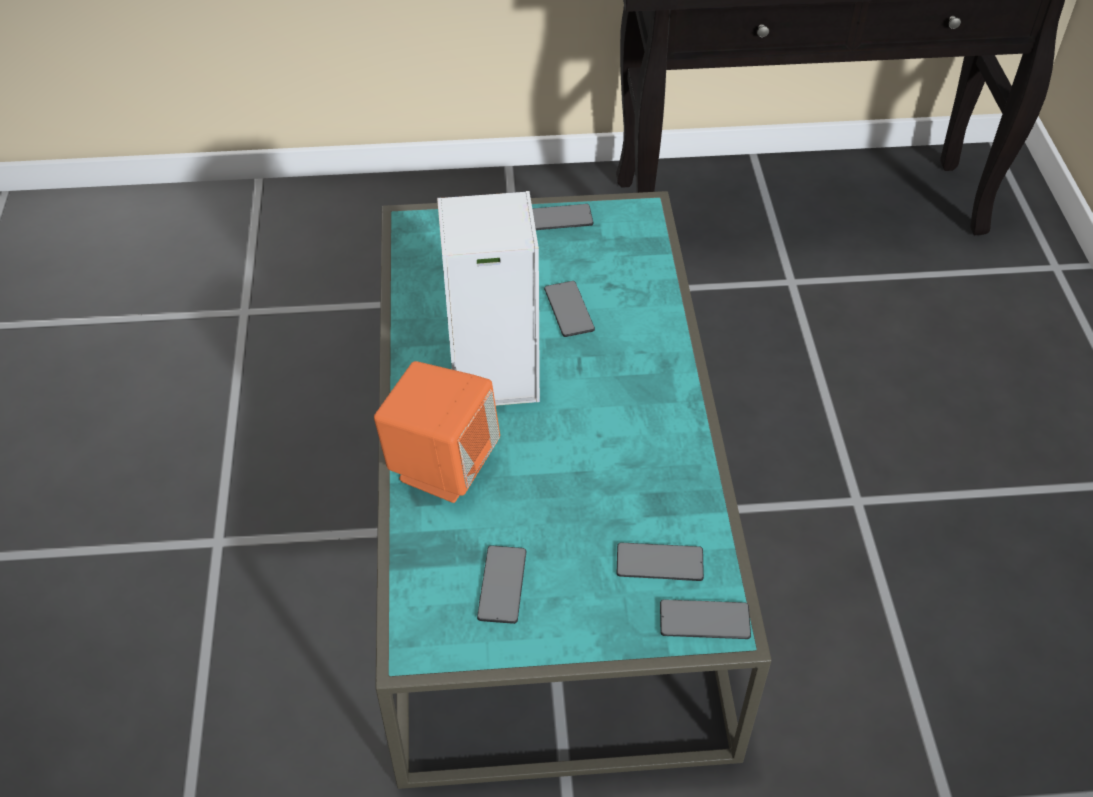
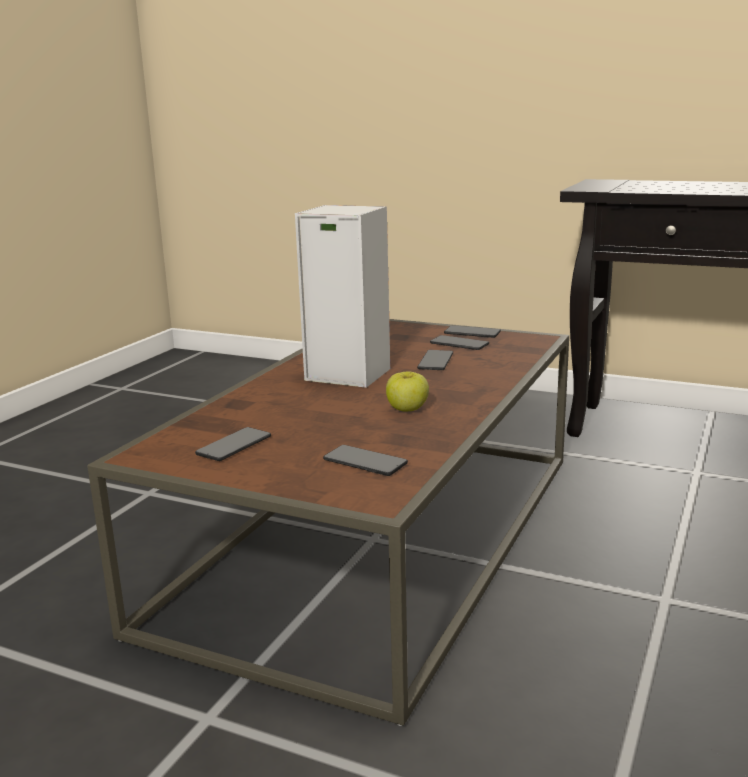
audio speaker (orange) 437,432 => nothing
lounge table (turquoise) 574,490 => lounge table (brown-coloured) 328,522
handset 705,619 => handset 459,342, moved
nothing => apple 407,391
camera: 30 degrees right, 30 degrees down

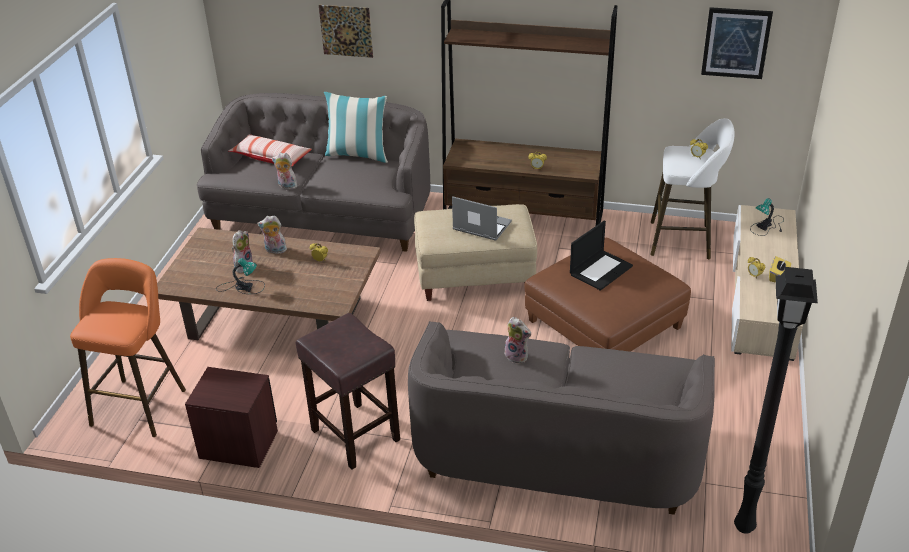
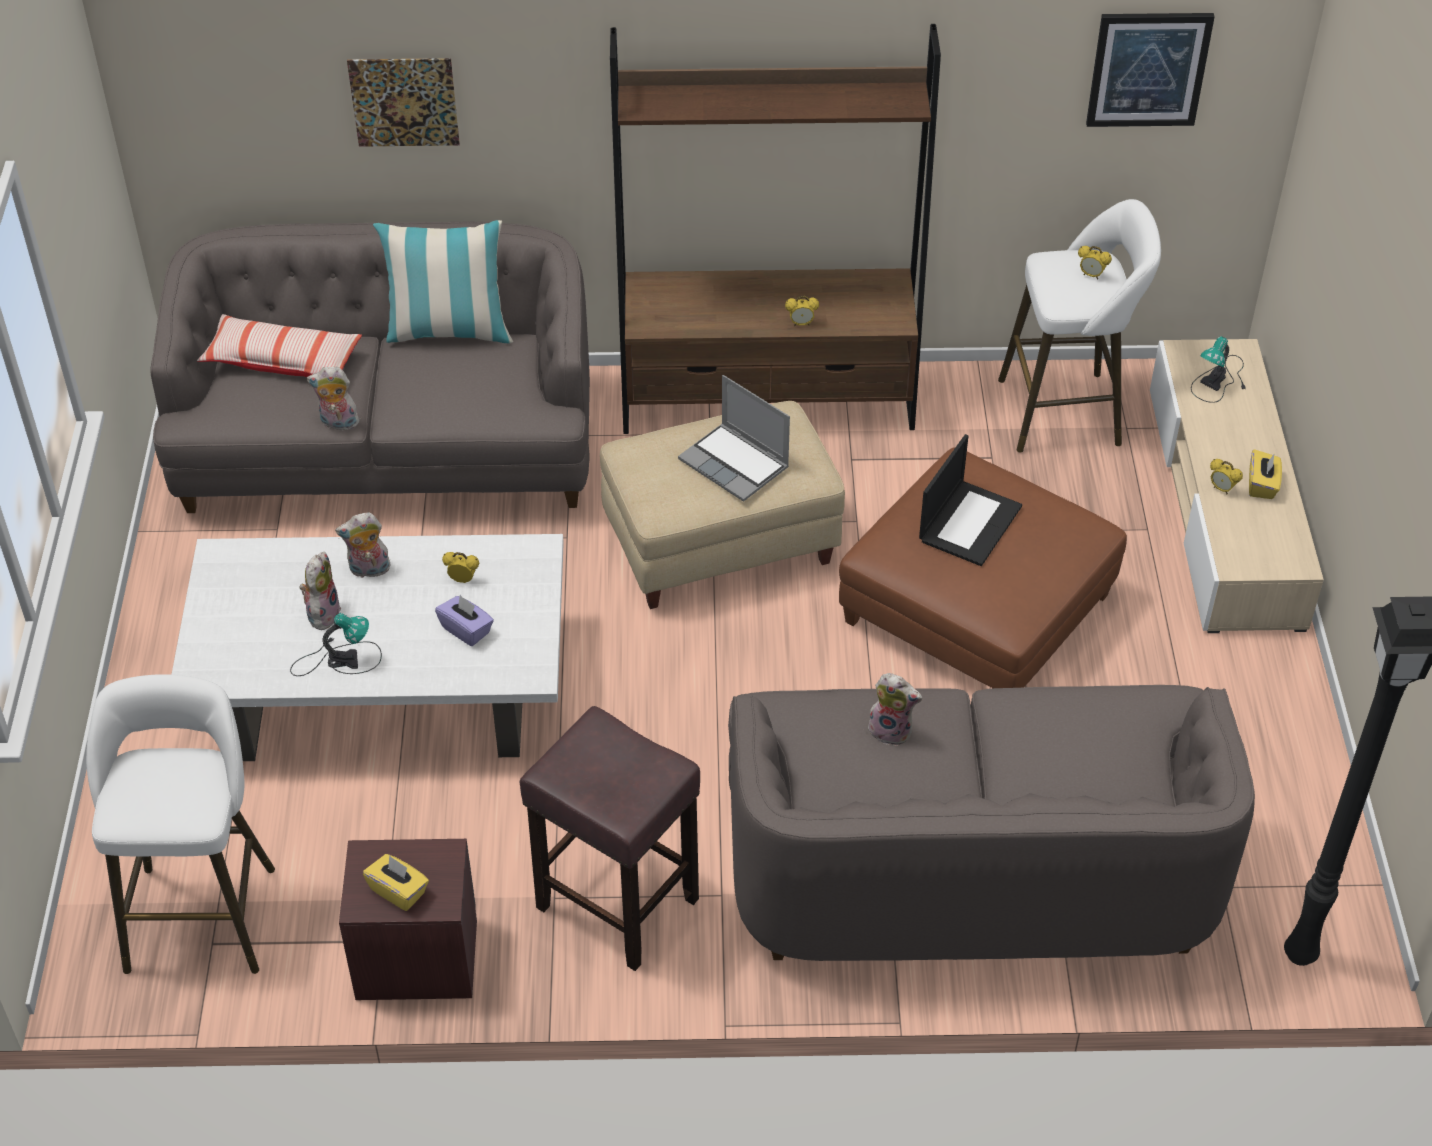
stool (orange) 128,347 => stool (white) 180,824
lounge table (brown-coloured) 269,283 => lounge table (white) 367,647
portable computer 482,218 => portable computer 734,438, 150 degrees counterclockwise
nothing => tissue box (yellow-coloured) 396,882
nothing => tissue box (purple) 464,620
camera: 15 degrees left, 10 degrees up

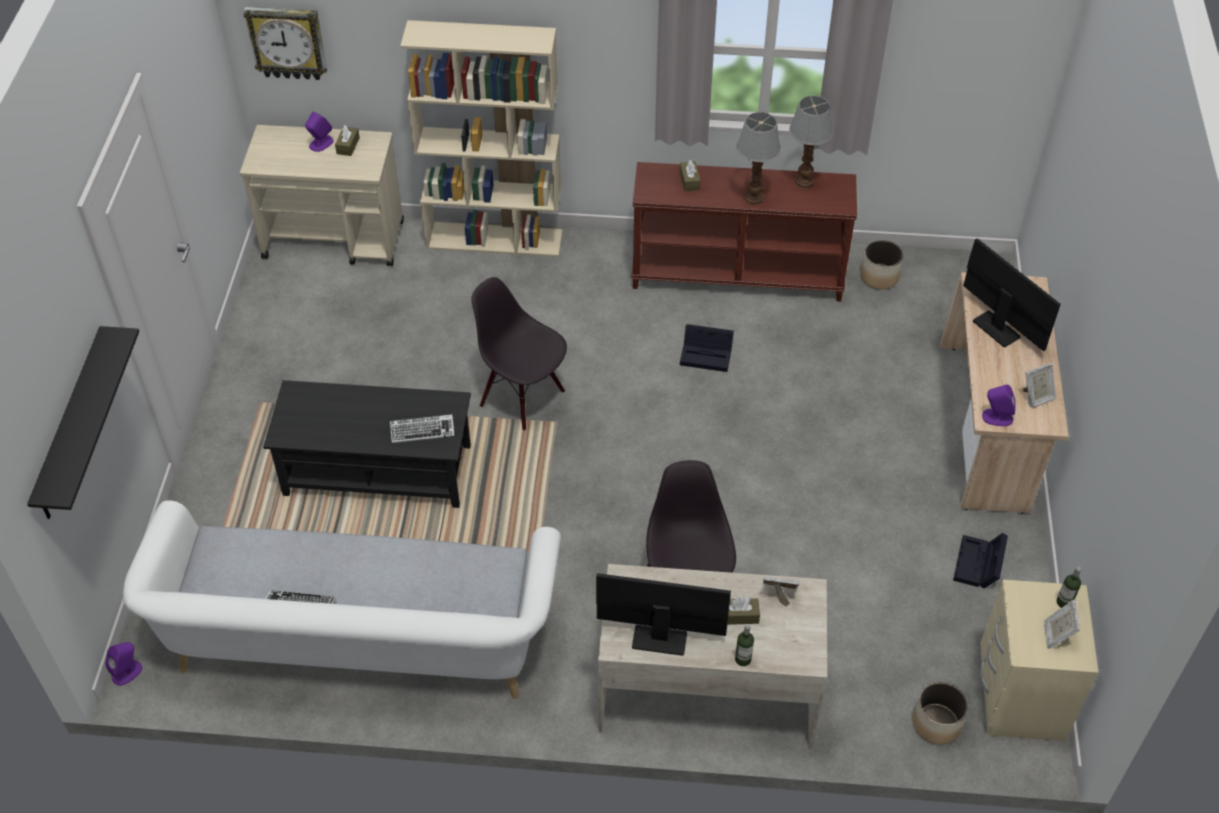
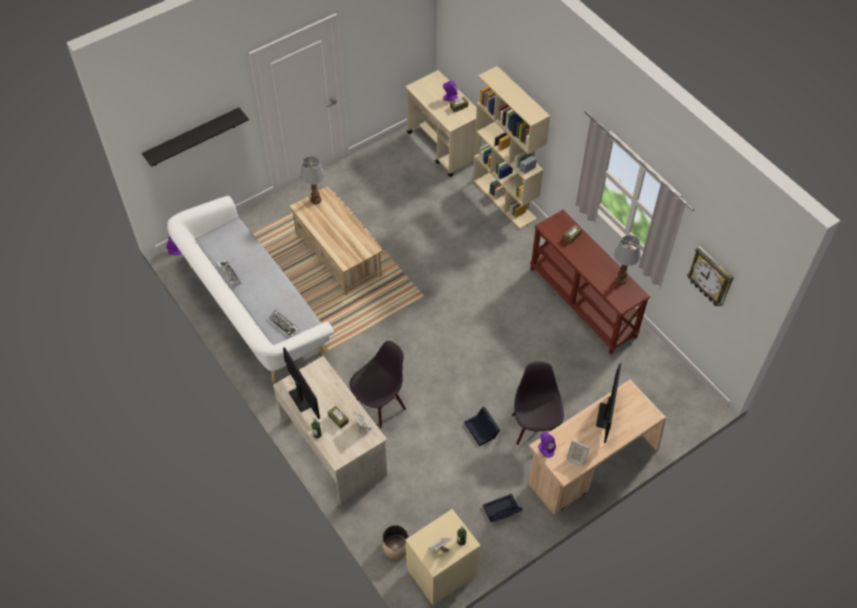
wall clock 285,43 => wall clock 710,276, moved
lounge table (blackish) 367,444 => lounge table (beige-coloured) 336,240
keyboard 422,428 => keyboard 283,324, moved
plain chair (blackish) 519,353 => plain chair (blackish) 538,403, moved
storage bin (blackish) 707,348 => storage bin (blackish) 482,426, moved
tabletop lamp 759,158 => tabletop lamp 312,180, moved
planter 881,265 => nothing
camera: 50 degrees right, 5 degrees up

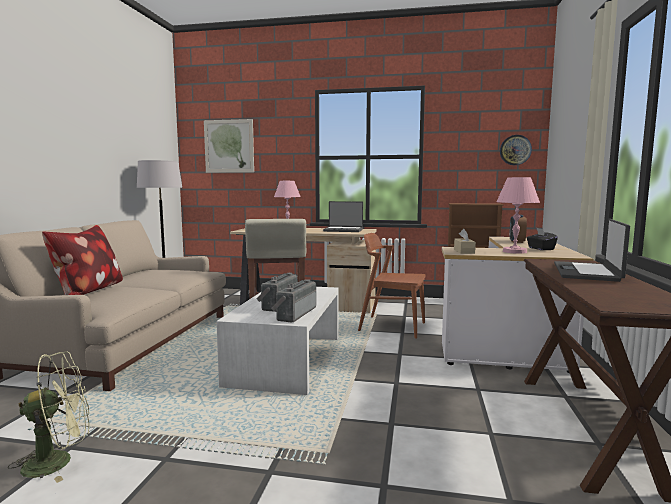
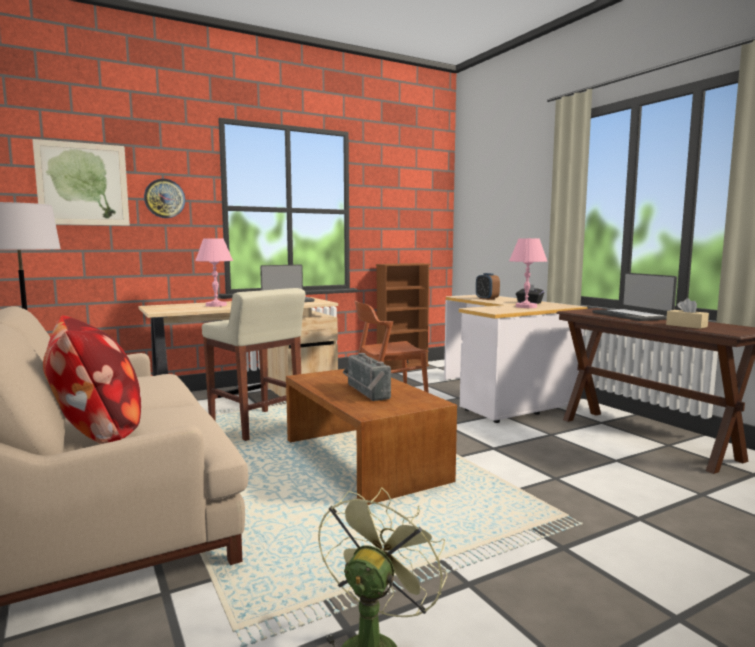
lounge table (white) 277,341 => lounge table (brown-coloured) 371,437
radio set 293,300 => nothing
tissue box (beige-coloured) 465,241 => tissue box (beige-coloured) 687,313, moved
wall clock 516,150 => wall clock 164,198, moved
camera: 40 degrees left, 0 degrees up

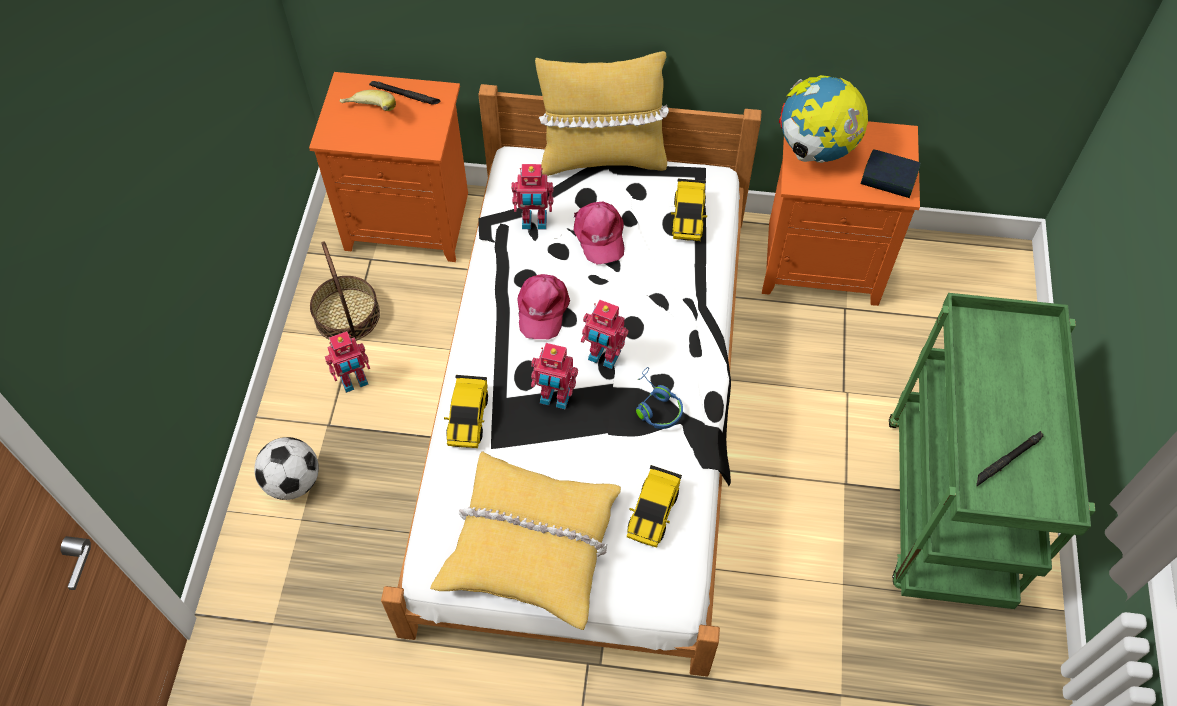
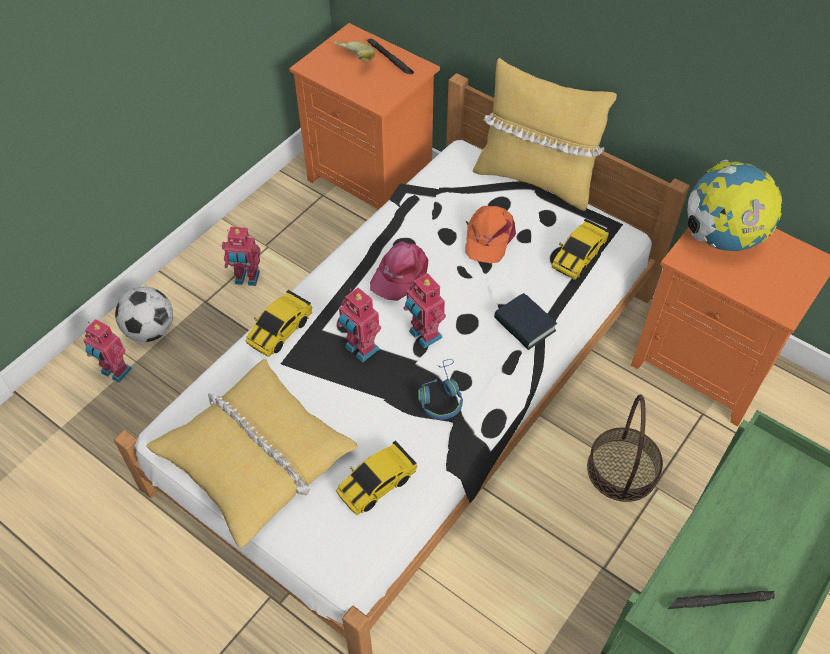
household basket 345,291 => household basket 625,448, moved
model robot 532,196 => model robot 107,351, moved
peaked cap (pink-coloured) 599,233 => peaked cap (orange) 490,234
book 891,173 => book 525,321, moved
camera: 30 degrees right, 5 degrees down

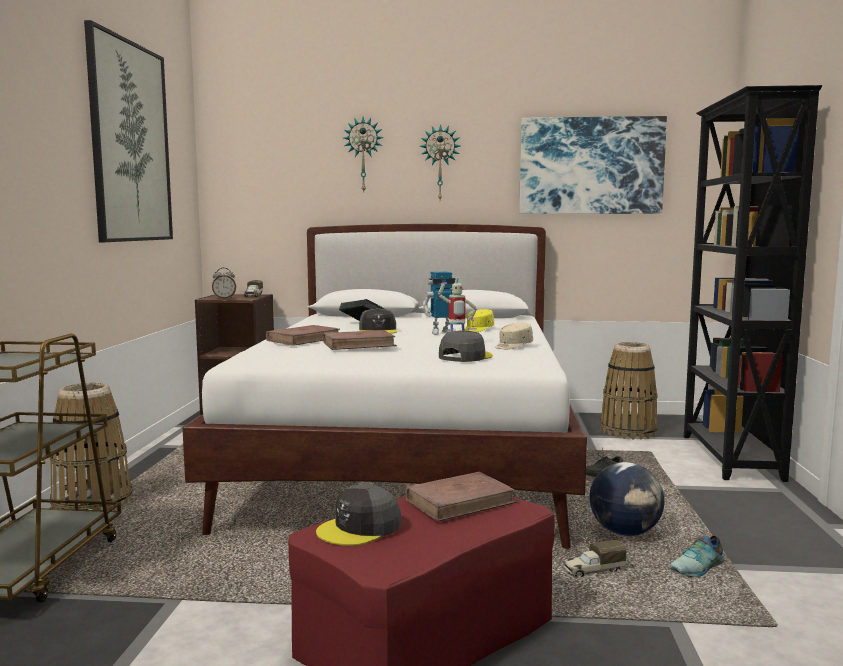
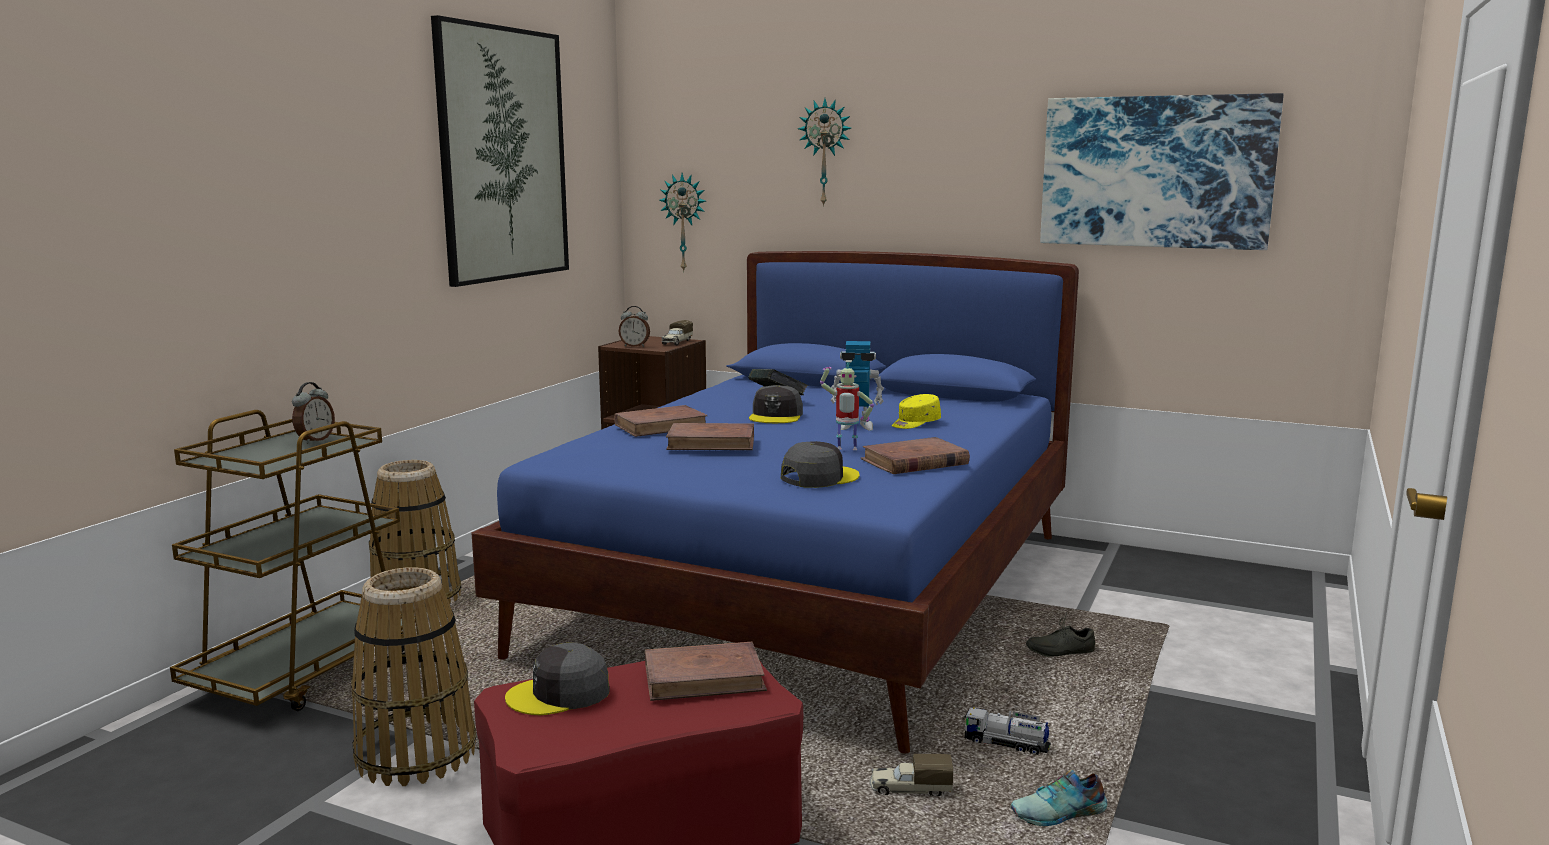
bedroom bed (white) 384,386 => bedroom bed (blue) 775,502
wall clock 440,162 => wall clock 682,222, moved
peaked cap (beige-coloured) 514,336 => book (brown-coloured) 915,455
world globe 626,499 => toy lorry 1007,731
household basket 629,391 => household basket 414,676, moved
bookshelf (blackish) 753,283 => nothing
nothing => alarm clock 313,413
camera: 20 degrees right, 5 degrees up

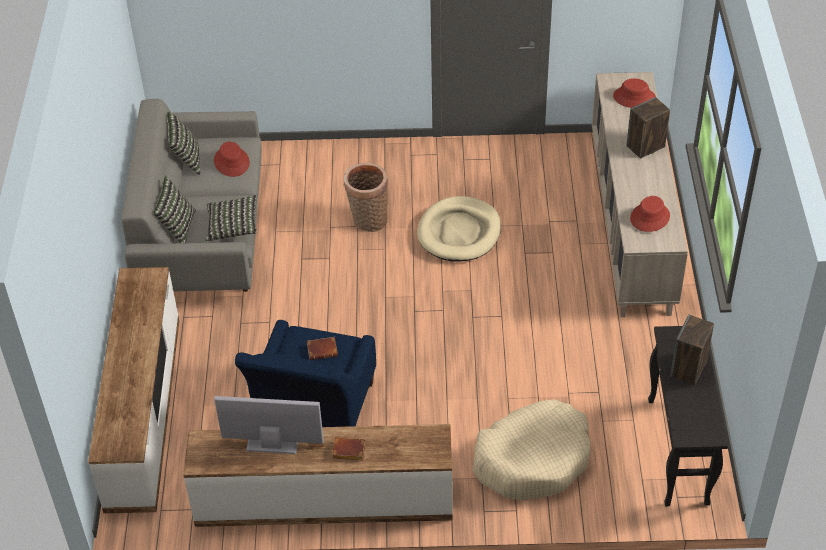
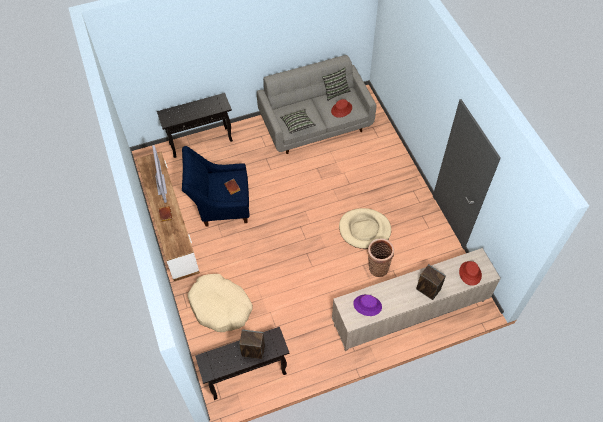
tv stand 133,390 => hall table (blackish) 195,125
cushion 174,209 => nothing
household basket 366,197 => household basket 381,257, moved
clothing hat (reddish) 650,214 => clothing hat (purple) 367,305
camera: 70 degrees right, 10 degrees up

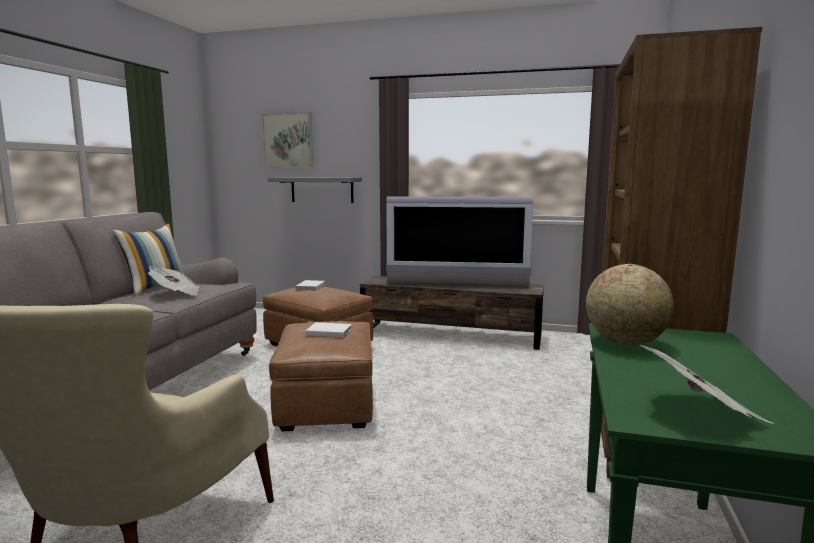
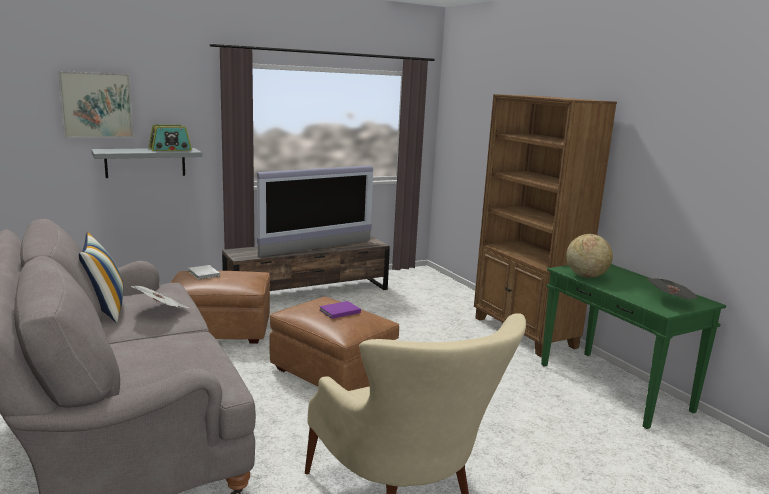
book (white) 329,329 => book (purple) 340,310
nothing => radio set 170,138
camera: 45 degrees left, 5 degrees up

